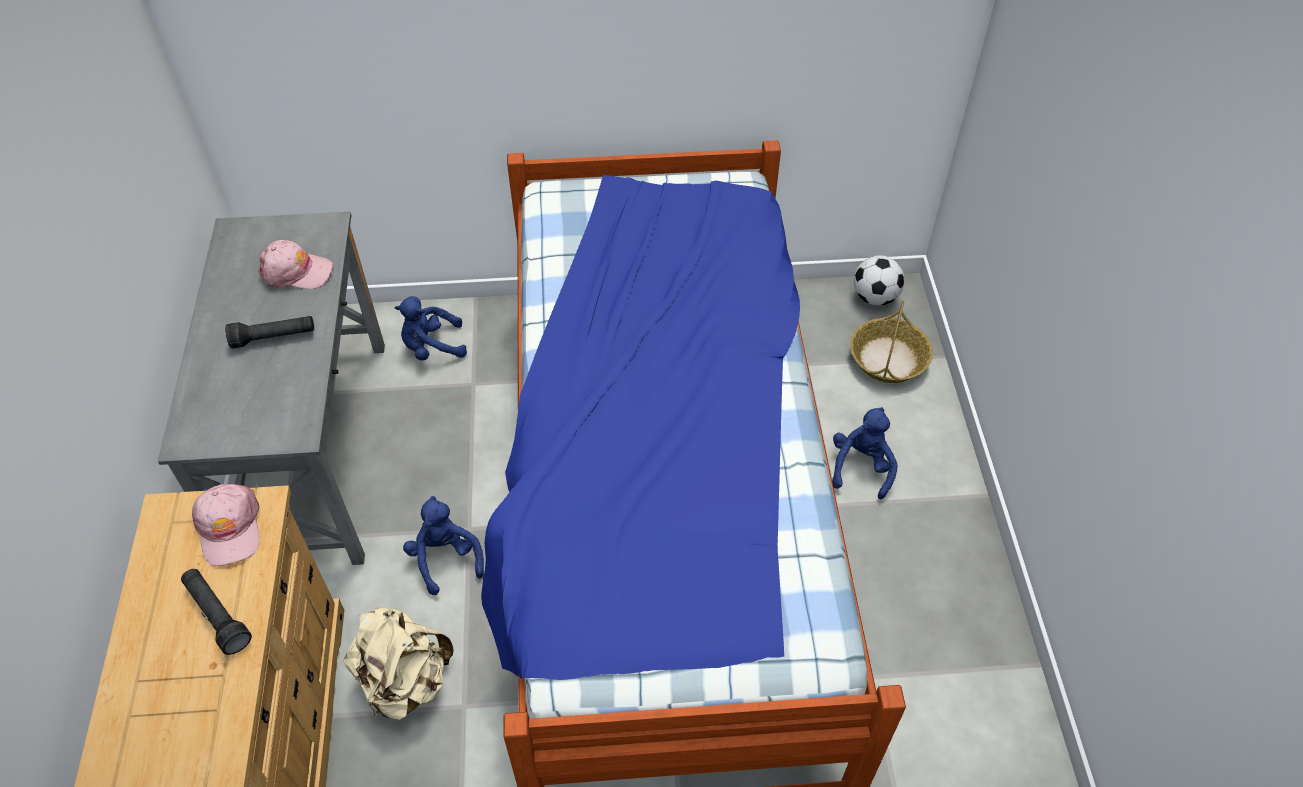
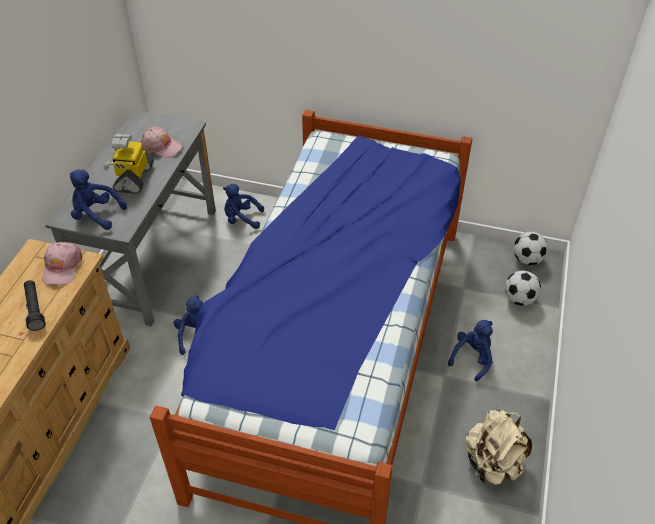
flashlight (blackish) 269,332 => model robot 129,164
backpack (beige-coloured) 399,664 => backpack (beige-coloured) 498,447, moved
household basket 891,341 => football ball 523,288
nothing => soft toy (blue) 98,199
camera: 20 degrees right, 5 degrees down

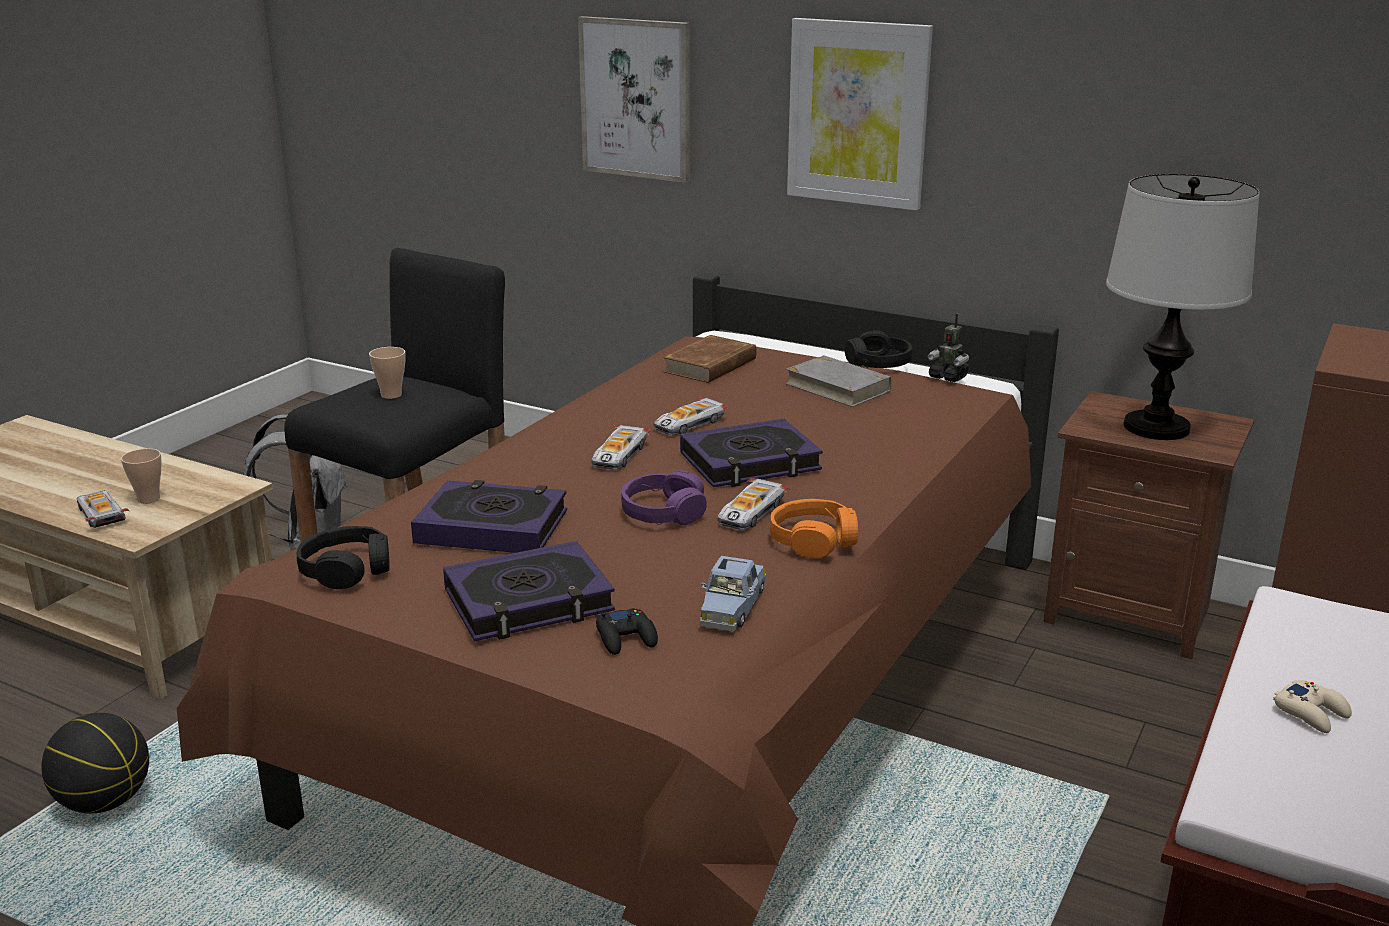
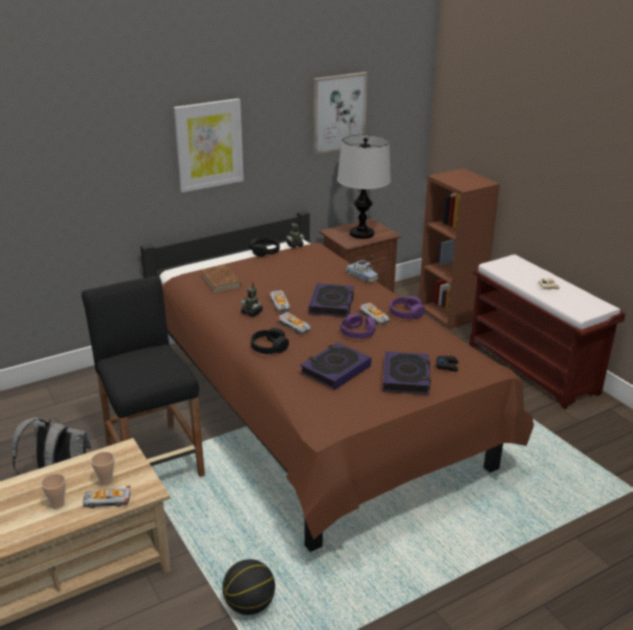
headset (blackish) 343,557 => headset (blackish) 270,341, moved
small cup 387,373 => small cup 53,491, moved
wall art 634,99 => wall art 340,113, moved
model car (blue) 733,594 => model car (blue) 361,271, moved
headset (orange) 814,528 => headset (purple) 407,307
book (greyish) 838,381 => nothing
nothing => model robot 251,299
camera: 60 degrees left, 5 degrees up

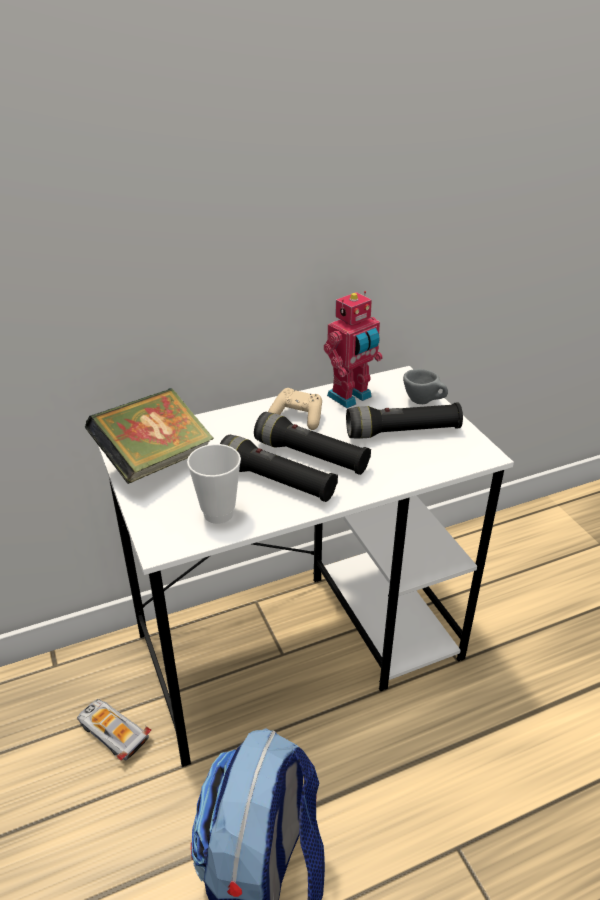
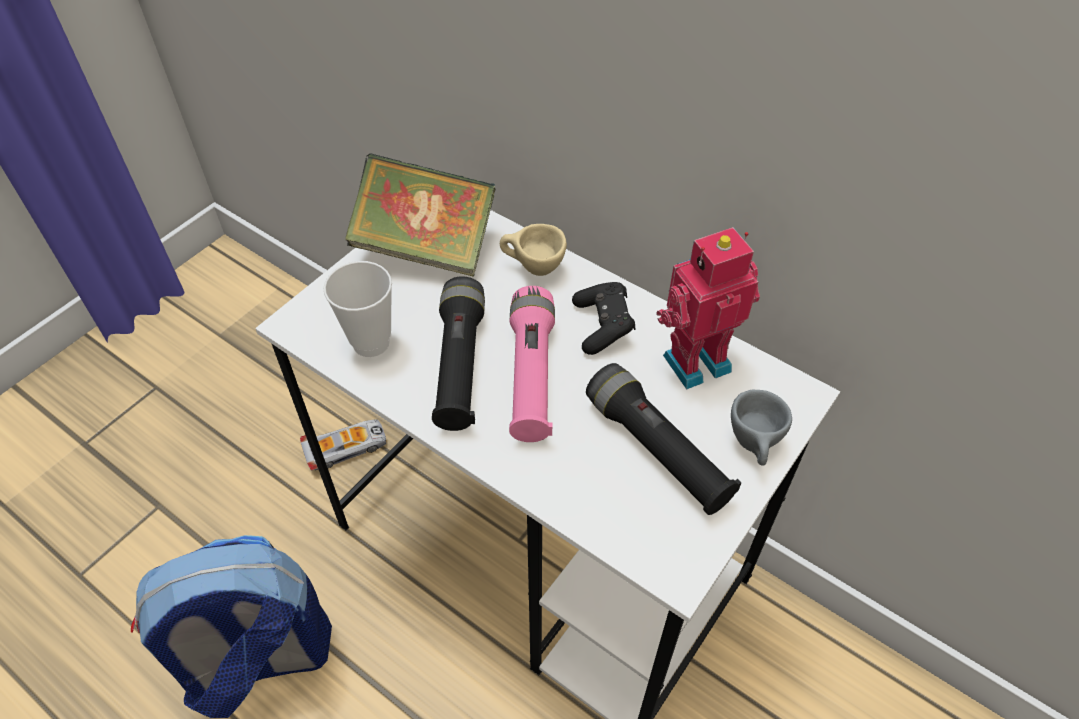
model car 114,730 => model car 343,445, 60 degrees clockwise
flashlight (blackish) 312,443 => flashlight (pink-coloured) 532,364
joypad (beige-coloured) 295,409 => joypad (blackish) 604,318
model robot 353,349 => model robot 708,308, 135 degrees clockwise
nothing => small cup (beige-coloured) 533,250
camera: 60 degrees right, 15 degrees up

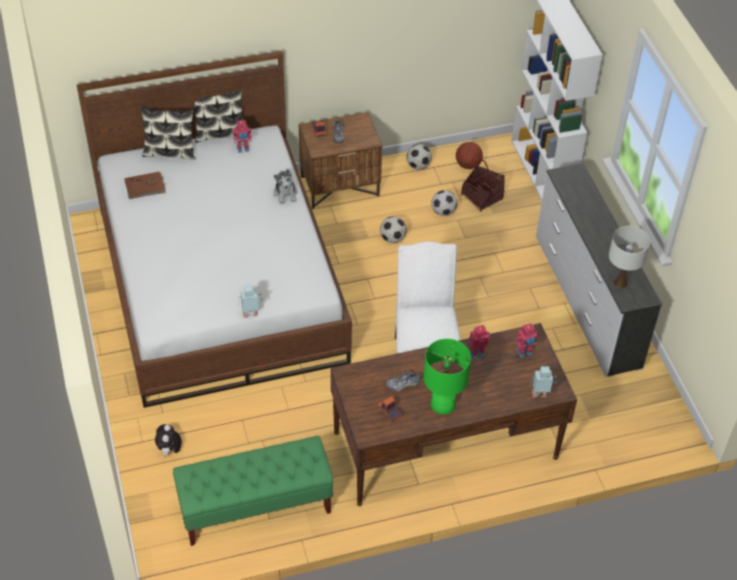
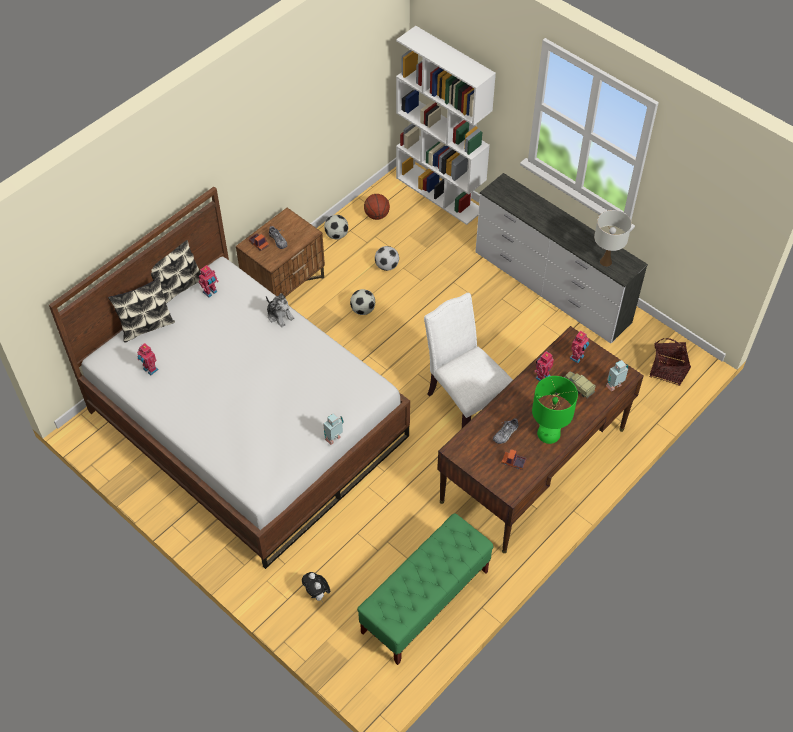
book (brown-coloured) 145,185 => model robot 148,359
household basket 483,186 => household basket 670,361, moved
nothing => toy lorry 580,385
camera: 30 degrees left, 5 degrees up

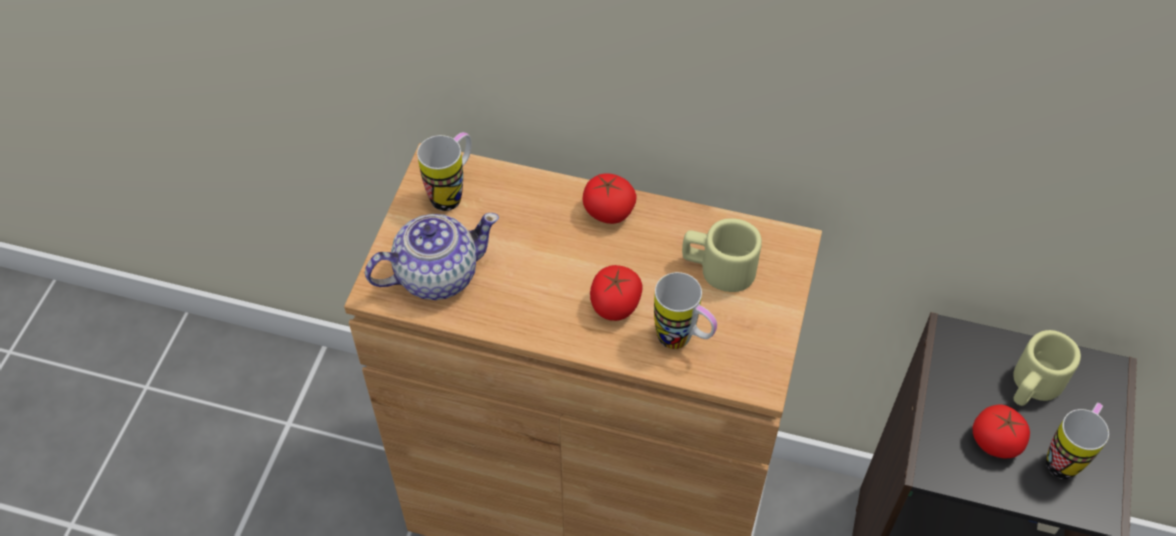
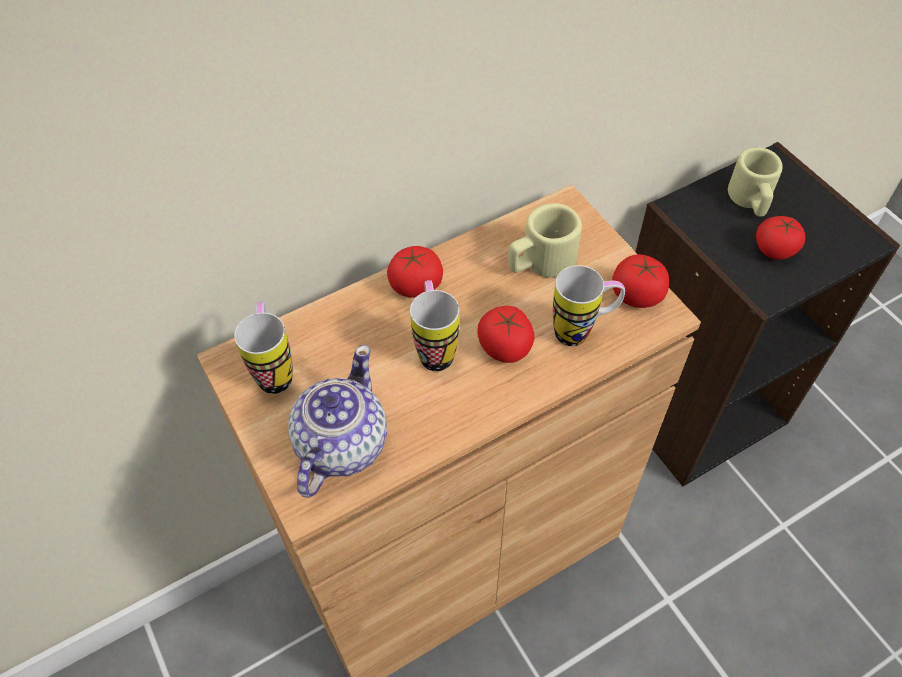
coffee mug 1077,441 => coffee mug 434,325, moved
nothing => tomato 640,281
camera: 45 degrees left, 0 degrees up

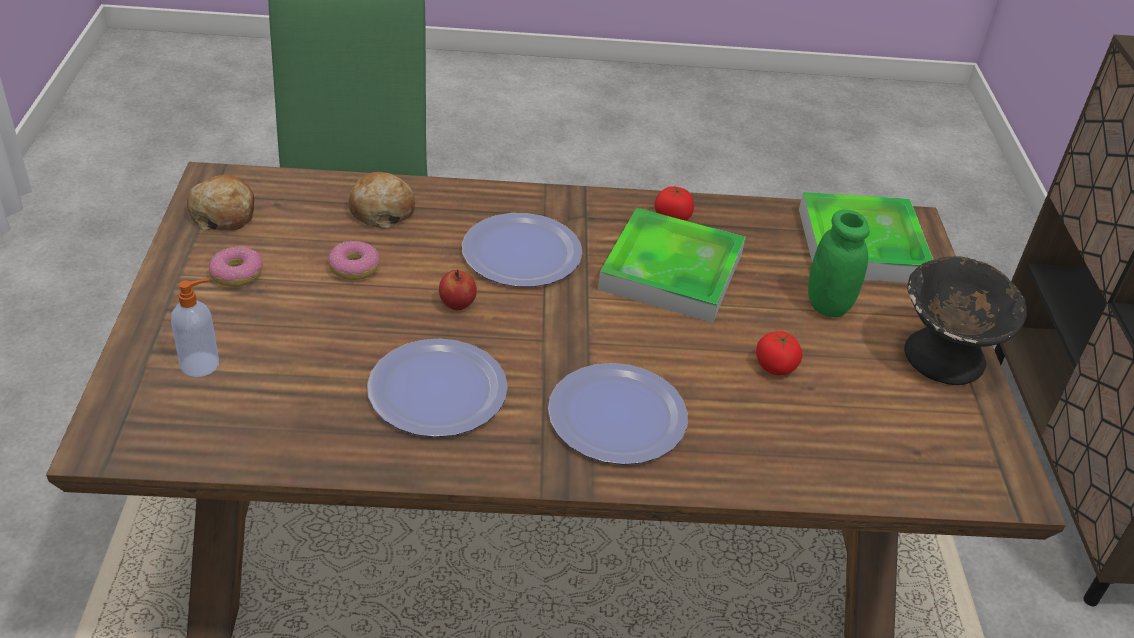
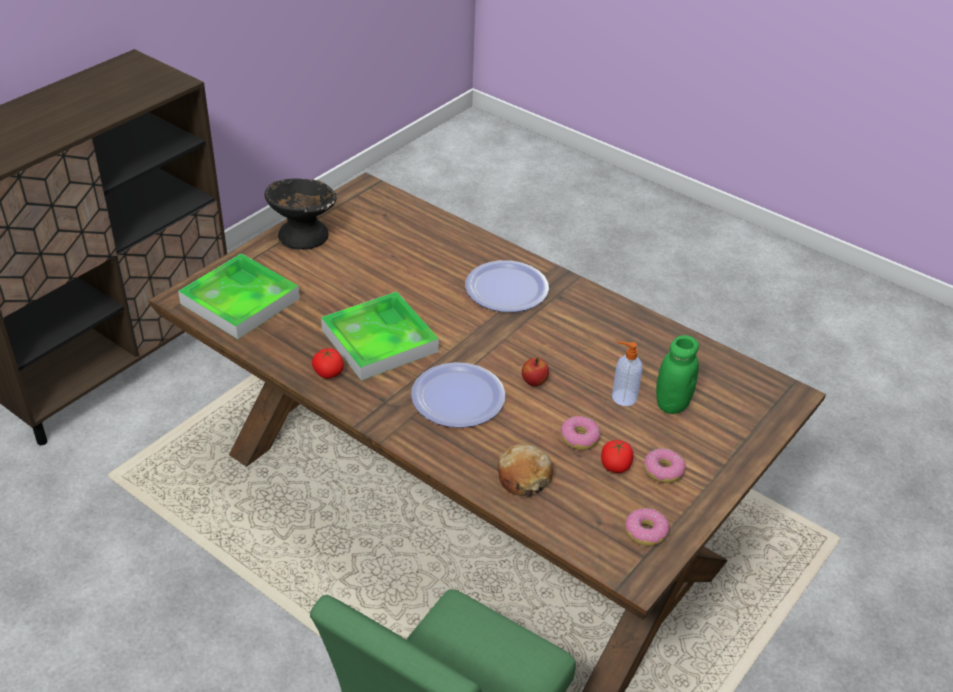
soap dispenser 195,328 => soap dispenser 627,373, moved
baked bread 220,203 => ring doughnut 647,527
plate 437,388 => nothing
tomato 779,353 => tomato 617,456, moved
jar (green) 839,263 => jar (green) 677,374, moved
camera: 140 degrees left, 0 degrees up

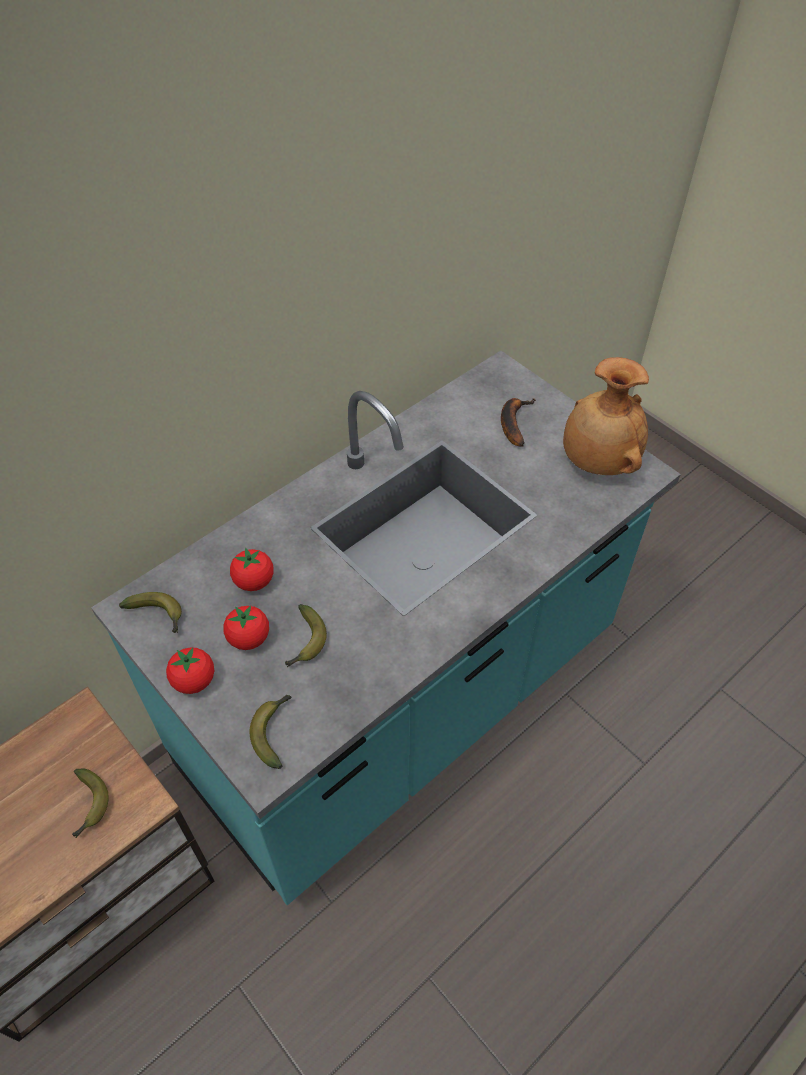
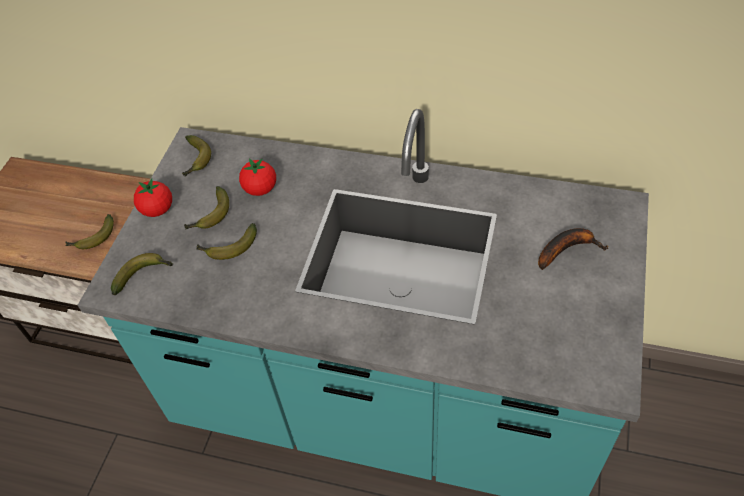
tomato 246,627 => whole banana 206,208
decorative vase (brown-coloured) 606,416 => nothing
camera: 60 degrees right, 0 degrees up

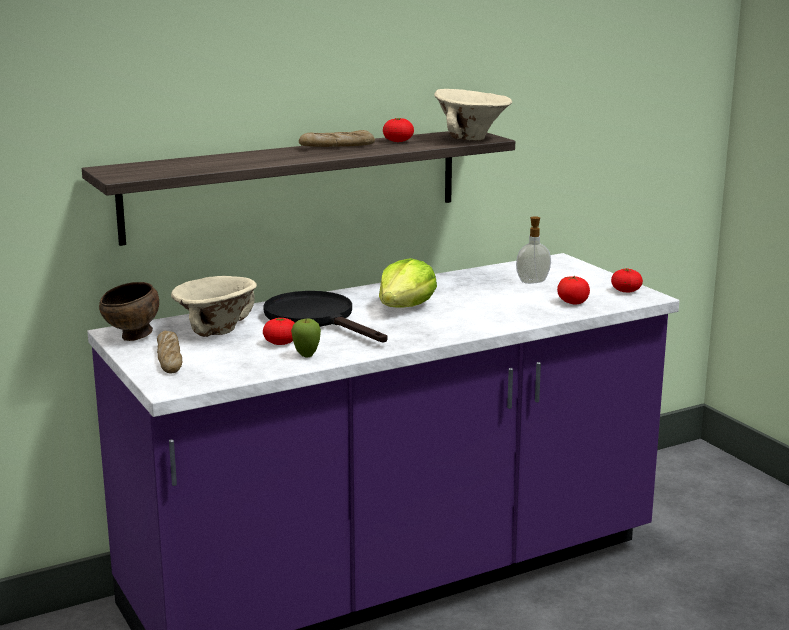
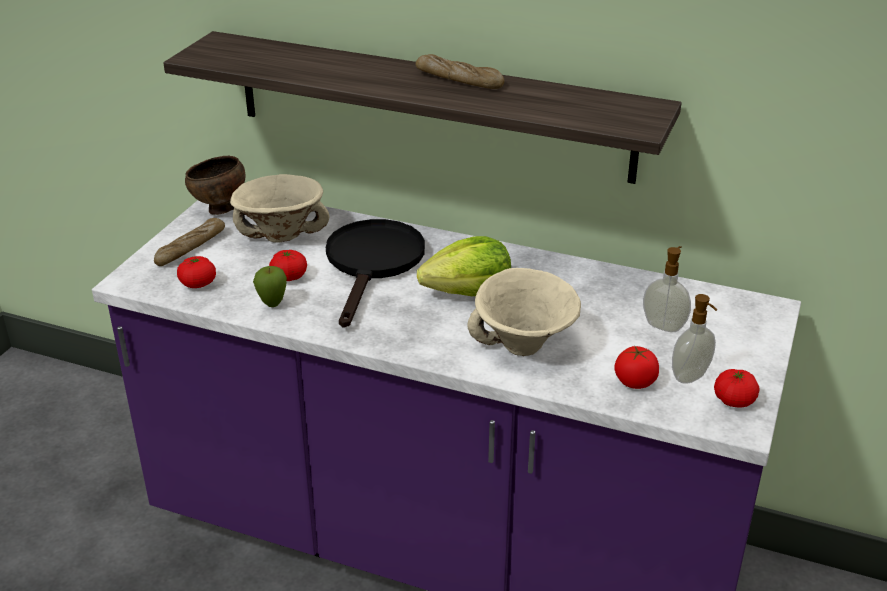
tomato 398,130 => tomato 196,272, moved
serving bowl (beige-coloured) 473,115 => serving bowl (beige-coloured) 524,312, moved
nothing => soap dispenser 694,339
camera: 50 degrees right, 15 degrees up

